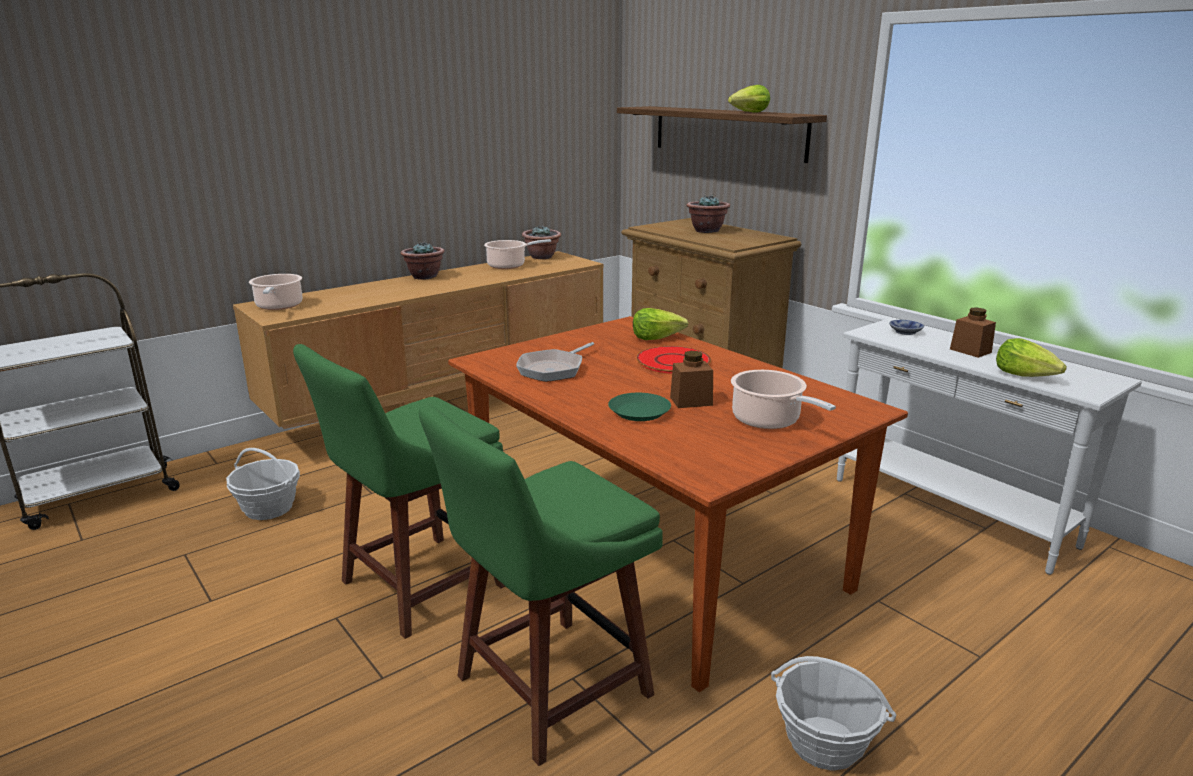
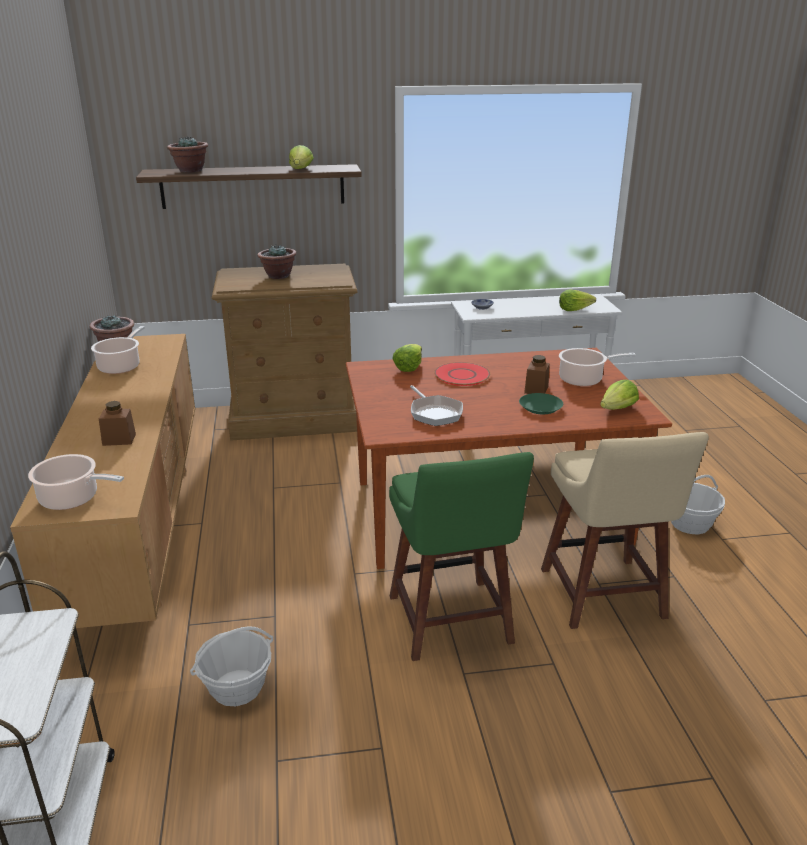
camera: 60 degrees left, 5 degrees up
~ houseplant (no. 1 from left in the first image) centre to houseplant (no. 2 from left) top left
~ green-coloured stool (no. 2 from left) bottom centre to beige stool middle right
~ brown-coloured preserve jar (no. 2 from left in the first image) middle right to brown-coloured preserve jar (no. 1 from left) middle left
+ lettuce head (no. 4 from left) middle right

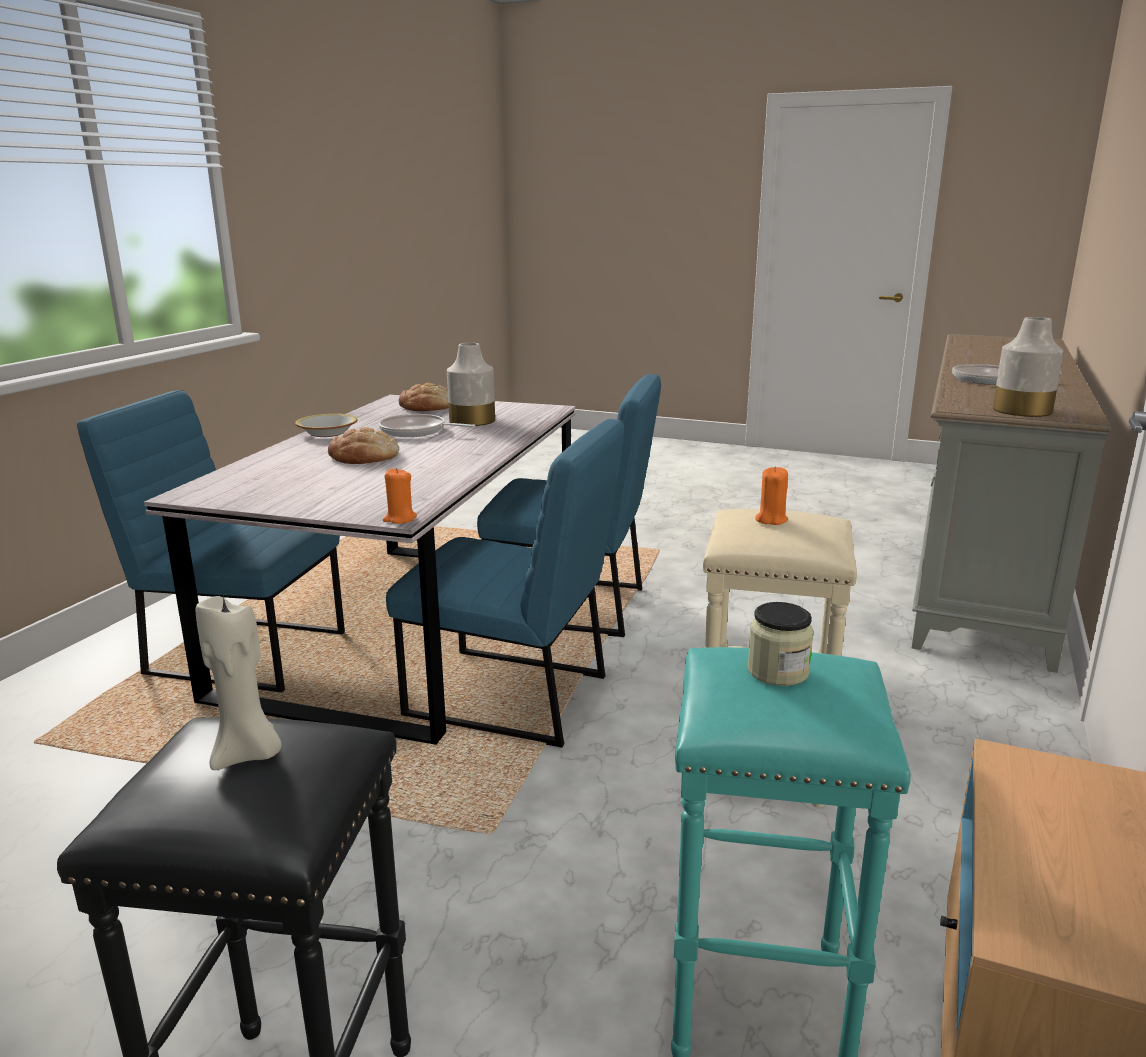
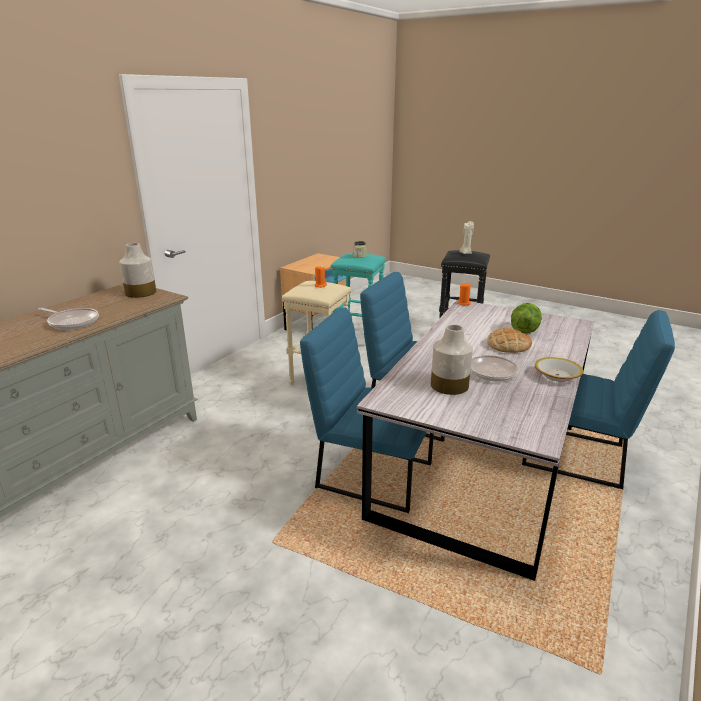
camera: 170 degrees left, 5 degrees up
- bakery bread (no. 2 from left) centre
+ lettuce head middle right

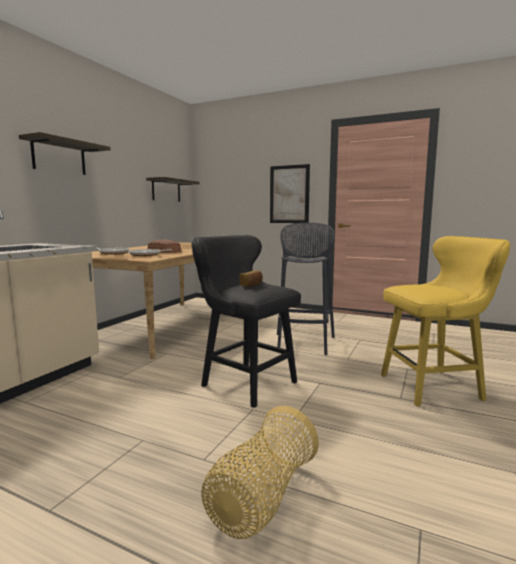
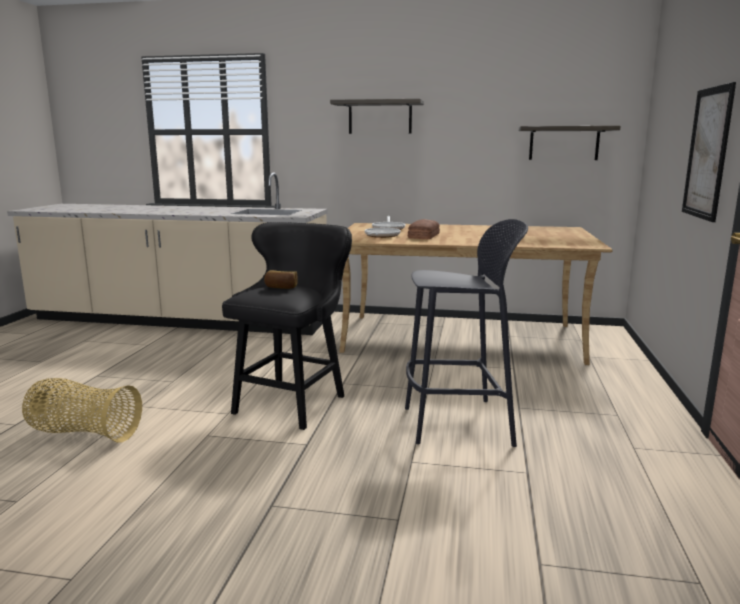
camera: 75 degrees right, 5 degrees up
- yellow stool middle right

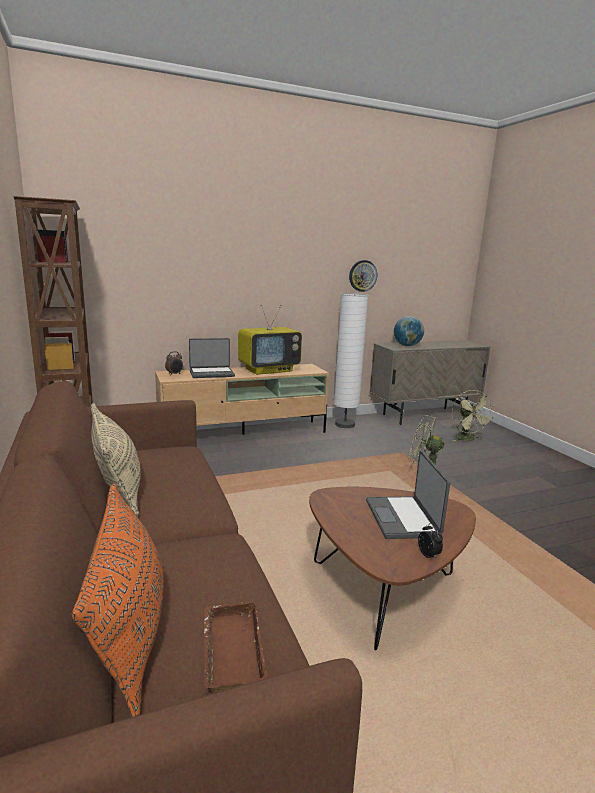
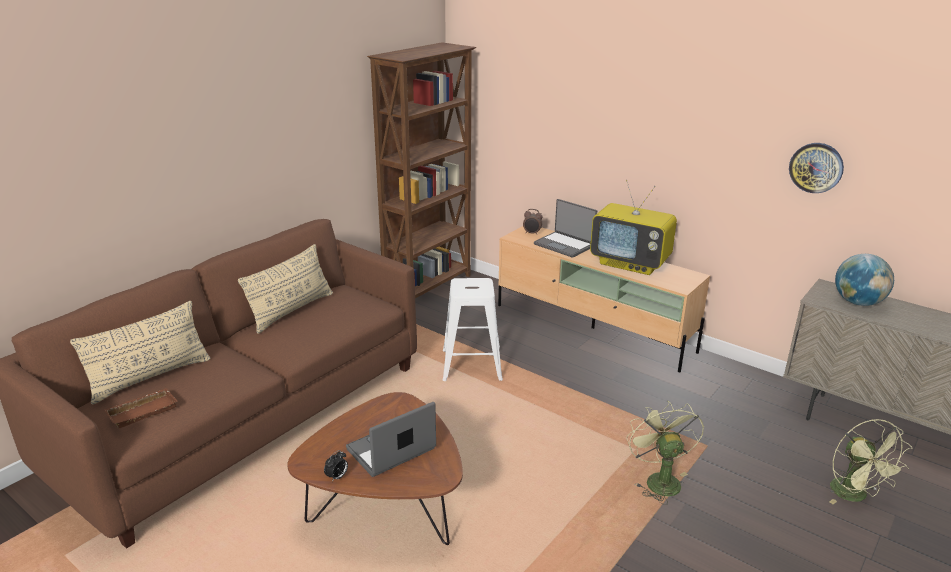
camera: 60 degrees right, 10 degrees up
~ orangey cushion bottom left to beige cushion (no. 1 from left) middle left
- white-coloured standing lamp centre
~ green-coloured cooling fan (no. 2 from left) middle right = bottom right 60 degrees counterclockwise
+ white-coloured stool centre

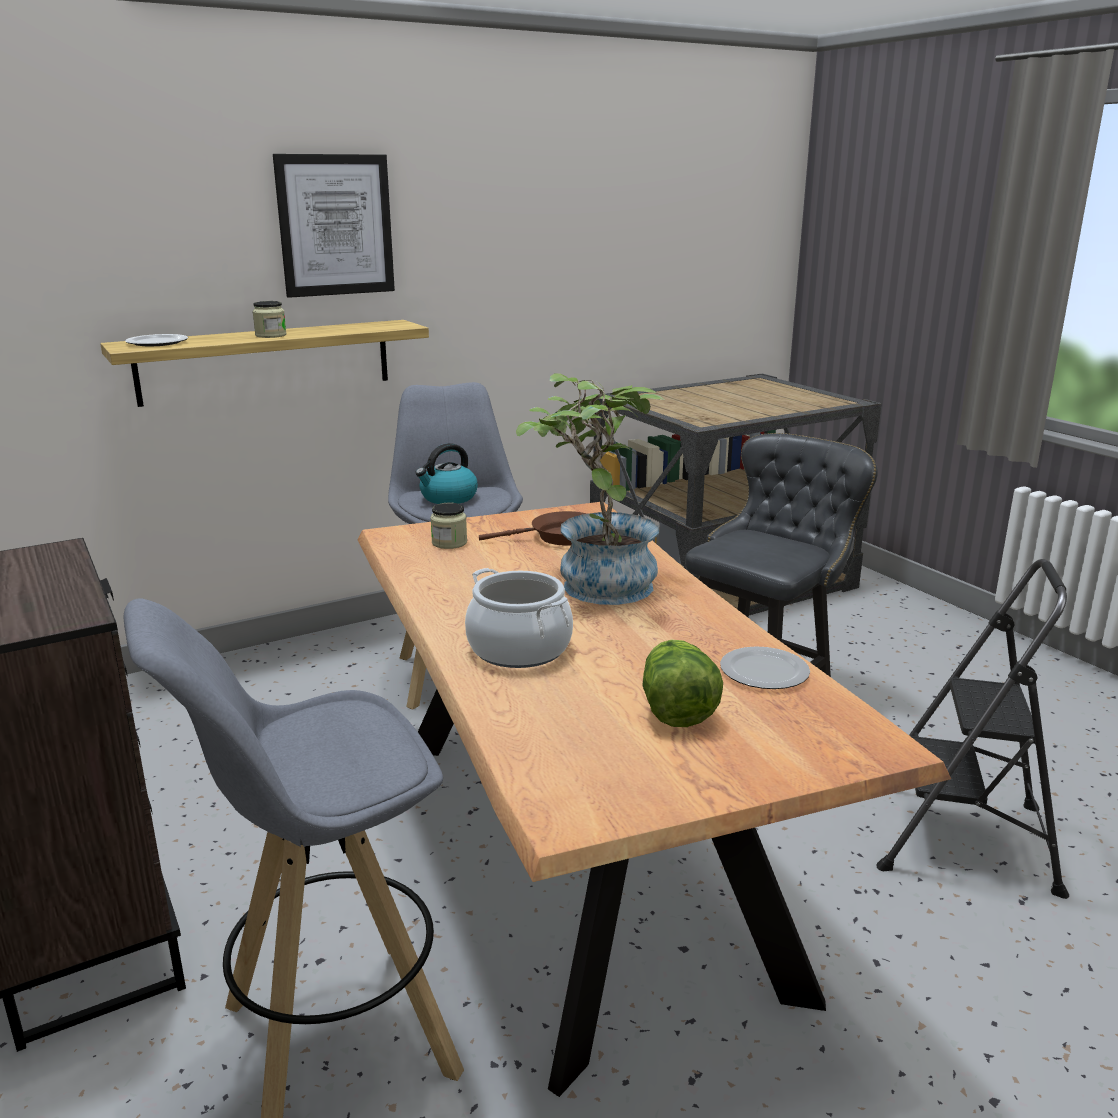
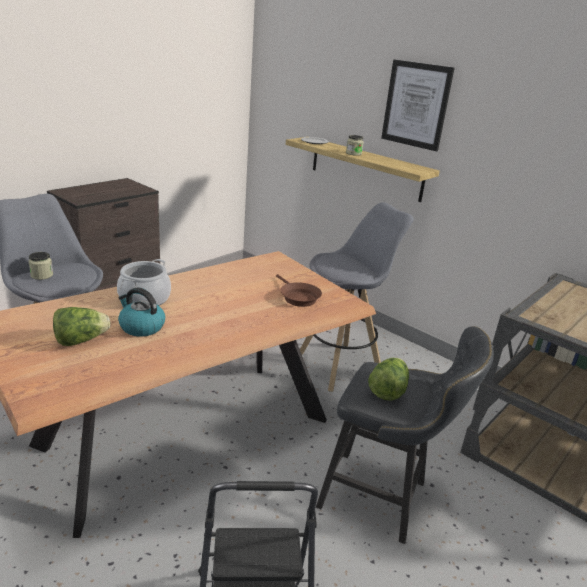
camera: 70 degrees right, 5 degrees up
~ tea kettle centre to middle left
~ preserve jar (no. 2 from left in the first image) centre to preserve jar (no. 1 from left) middle left
- houseplant centre
- dinner plate (no. 2 from left) middle right
+ lettuce head (no. 2 from left) centre

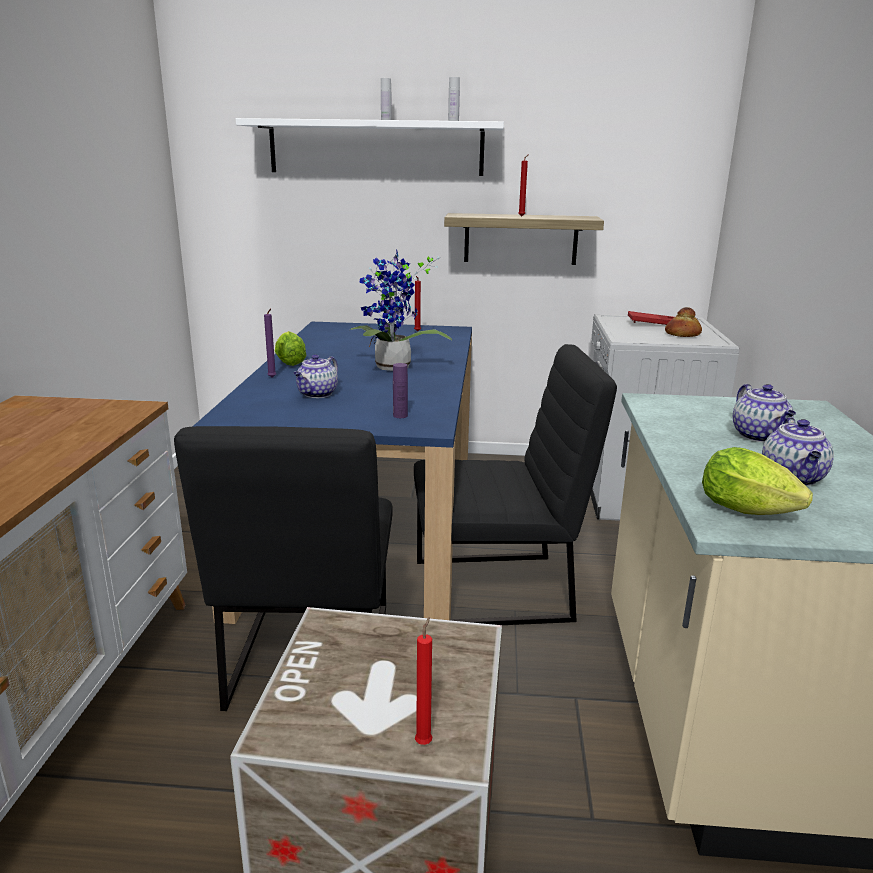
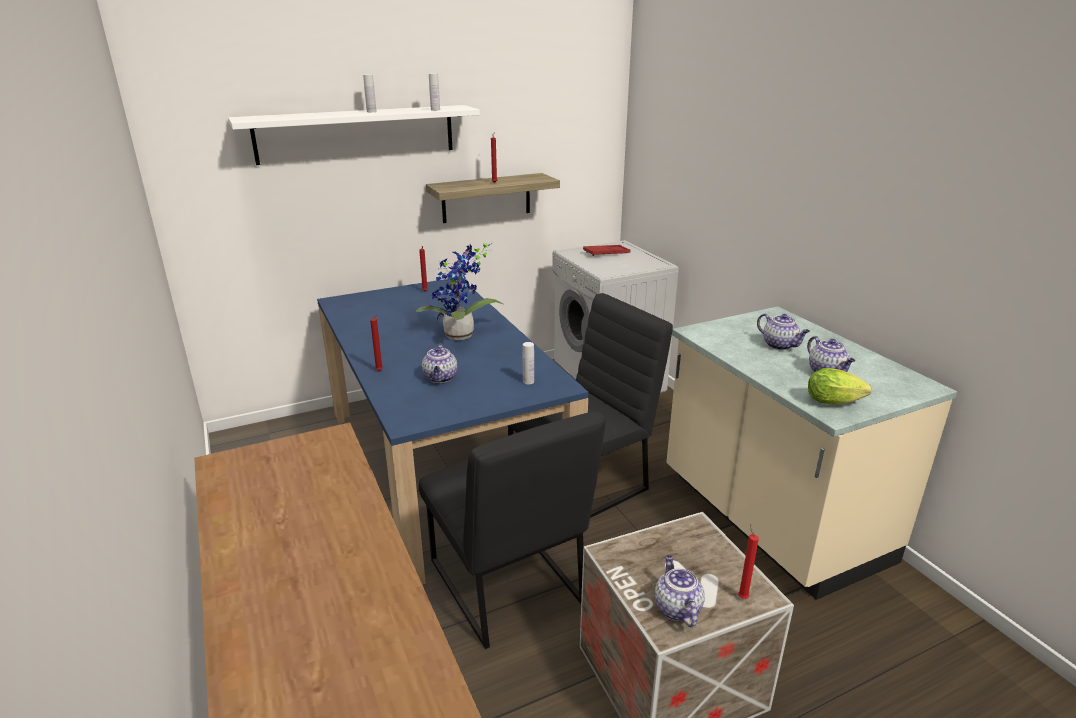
camera: 30 degrees left, 5 degrees up
~ purple wax light middle left to red wax light (no. 1 from left) centre
- lettuce head (no. 1 from left) centre
~ purple beverage bottle centre to white-coloured beverage bottle (no. 3 from left) centre
- bakery bread middle right
+ tea pot (no. 2 from left) bottom centre

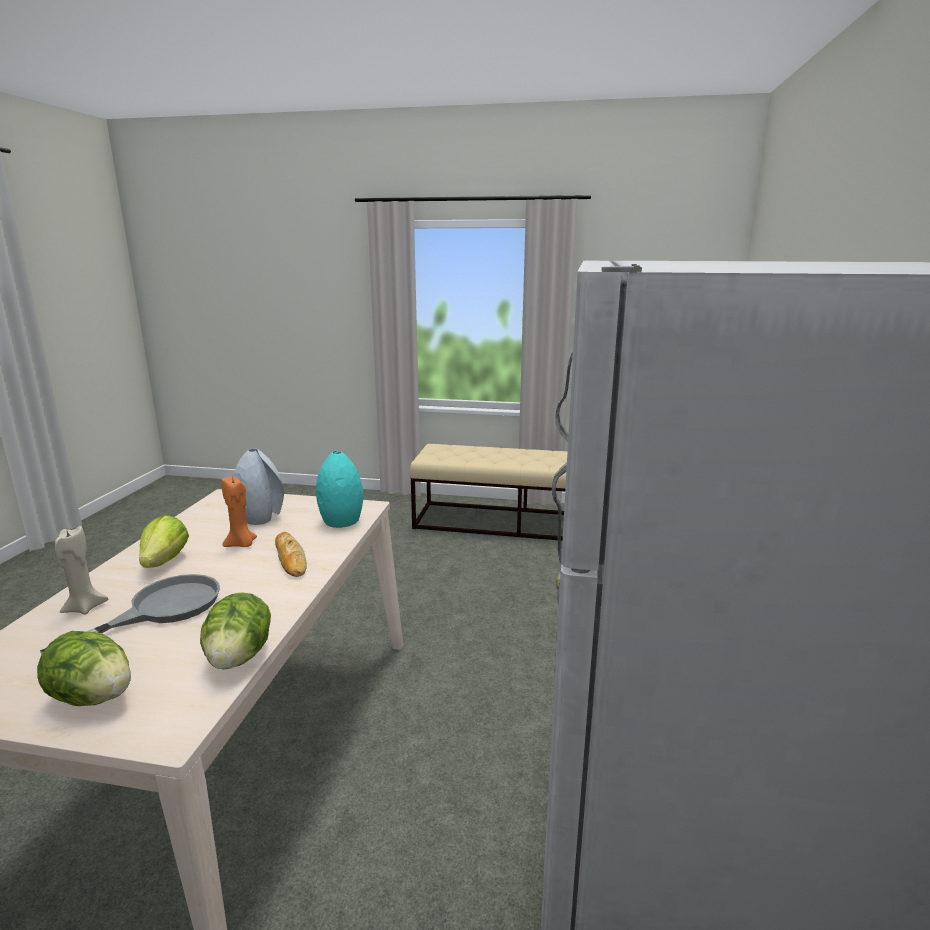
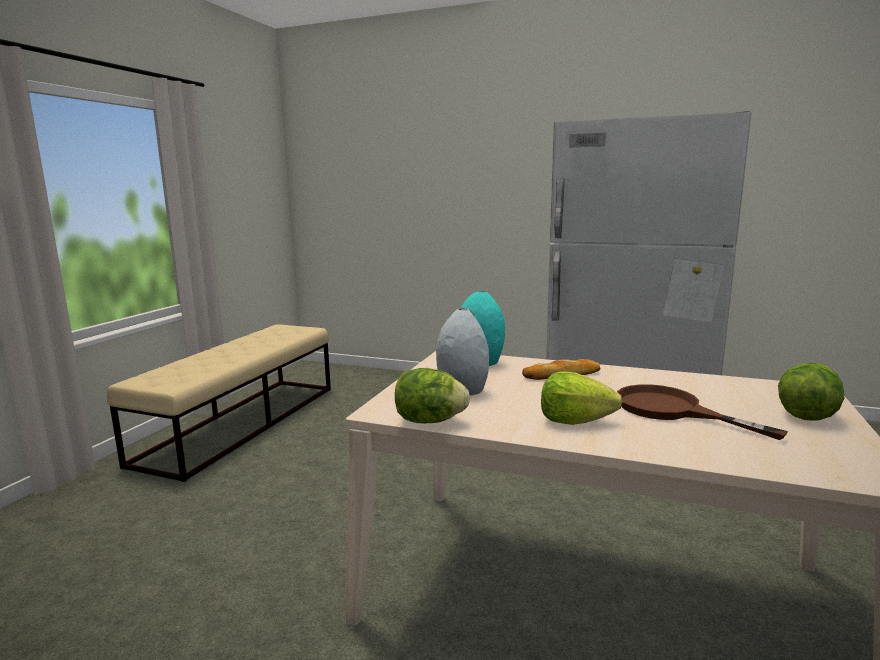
camera: 80 degrees left, 5 degrees down
~ gray skillet middle left to brown-coloured skillet middle right
- beige wax light middle left
~ lettuce head (no. 3 from left in the first image) bottom left to lettuce head (no. 1 from left) centre
- orangey wax light middle left

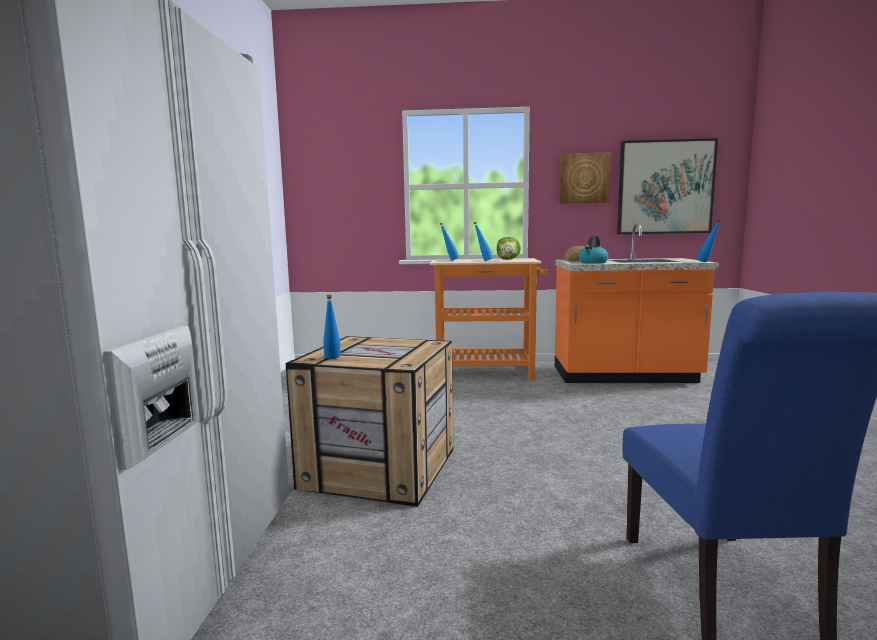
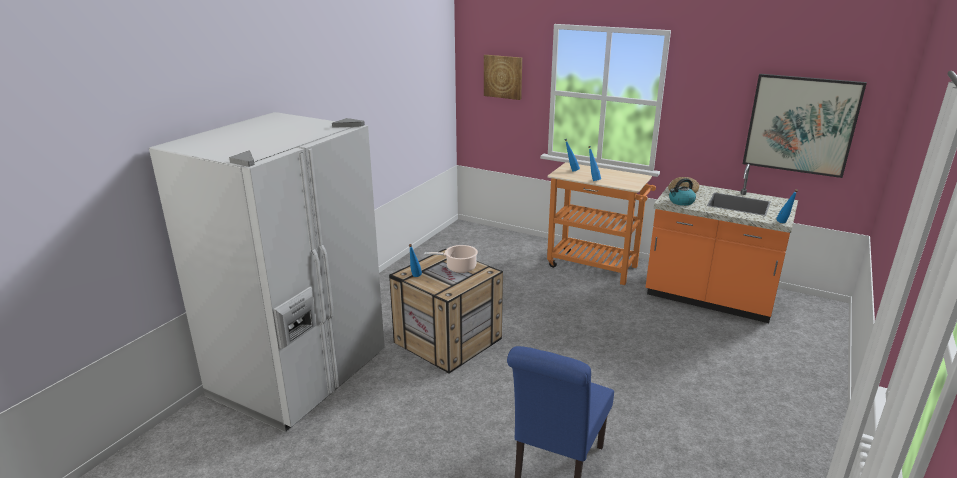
camera: 25 degrees right, 15 degrees up
- lettuce head centre
~ picture (no. 1 from left) top right to top centre
+ saucepot centre

